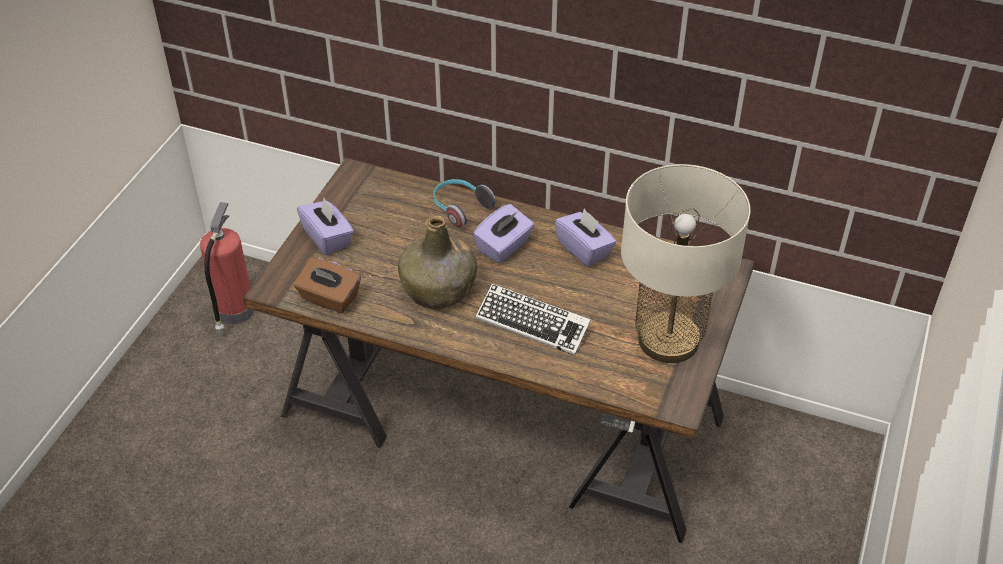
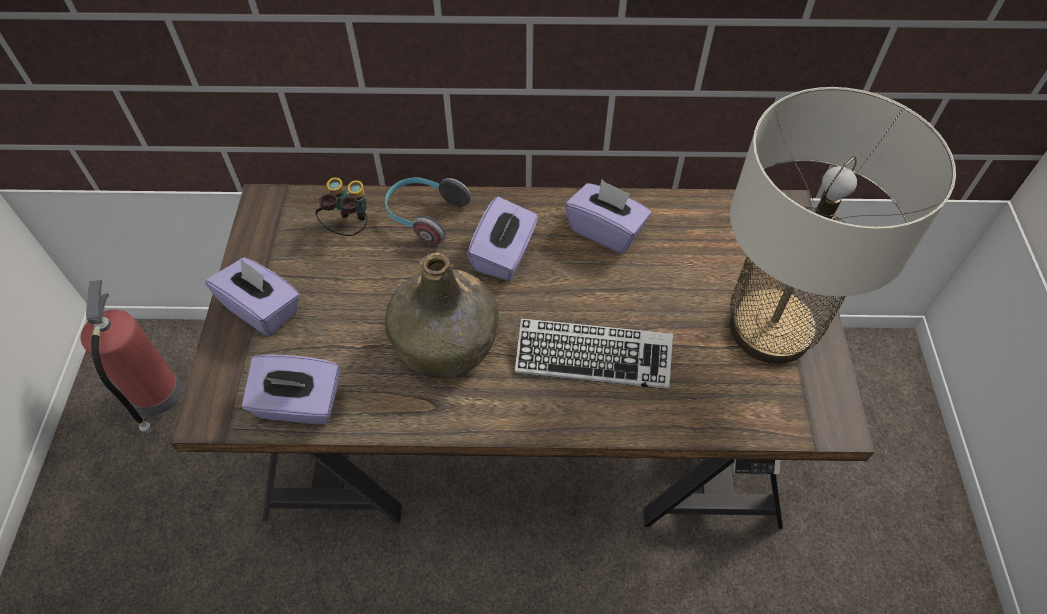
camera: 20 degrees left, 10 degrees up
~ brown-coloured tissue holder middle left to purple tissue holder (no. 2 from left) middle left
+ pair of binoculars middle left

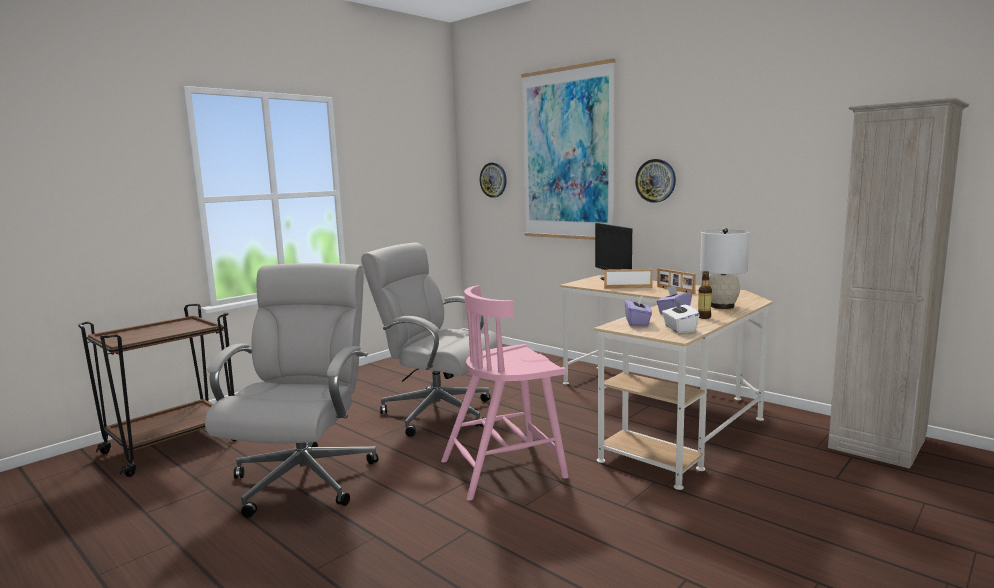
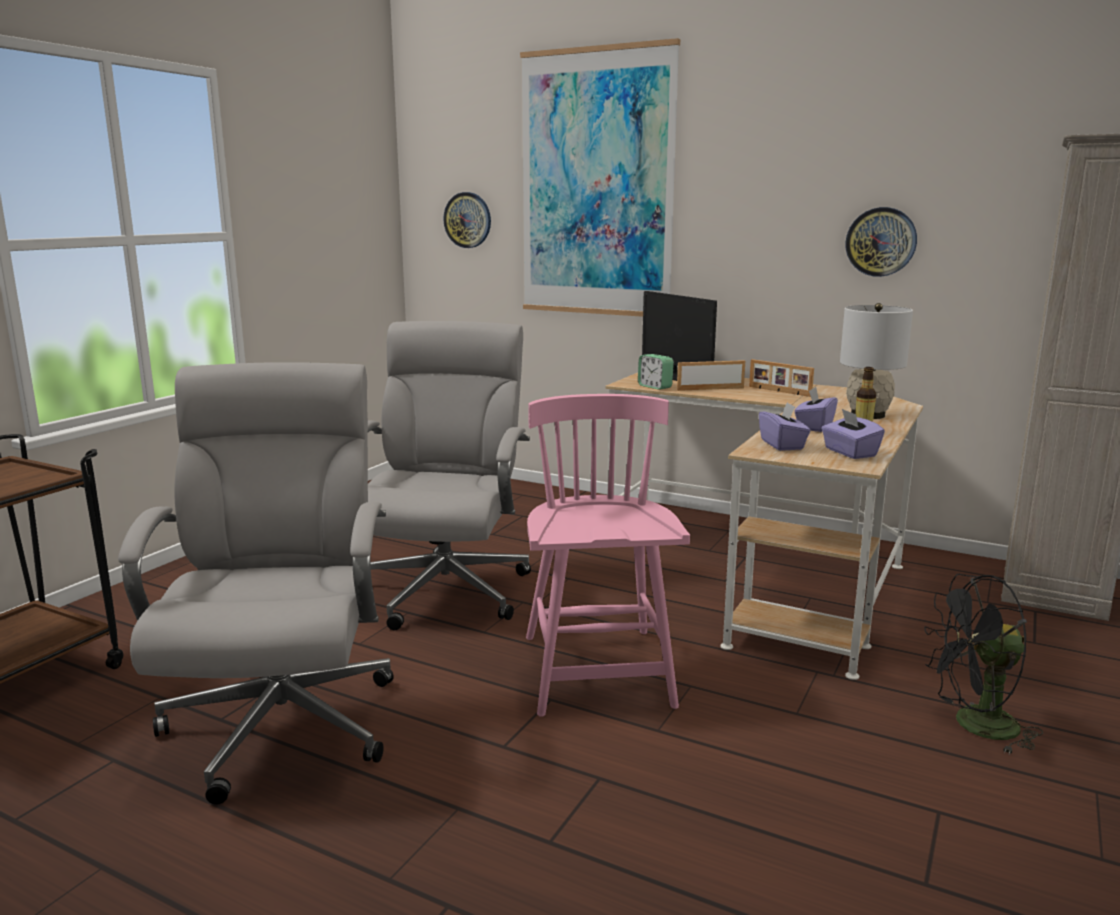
camera: 15 degrees left, 5 degrees up
~ gray office chair (no. 2 from left) centre = centre 90 degrees clockwise
~ pinkish chair bottom centre = centre 120 degrees clockwise
~ wall clock (no. 2 from left) top centre to top right
~ white-coloured tissue holder middle right to purple tissue holder (no. 3 from left) middle right
+ table clock centre
+ black cooling fan bottom right

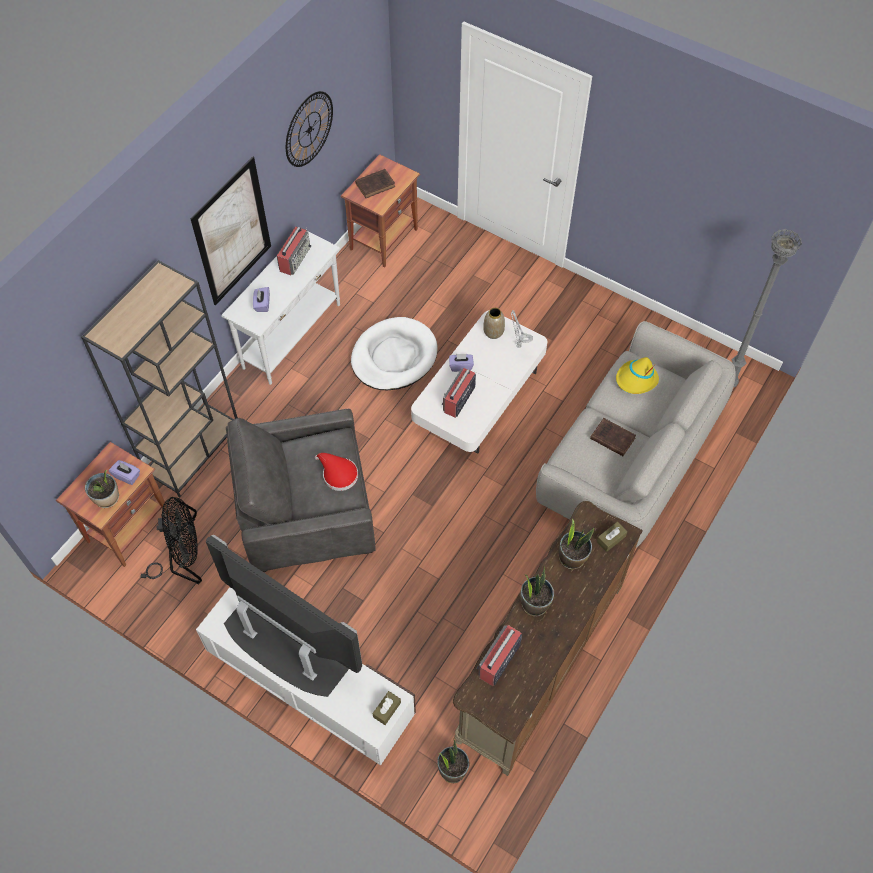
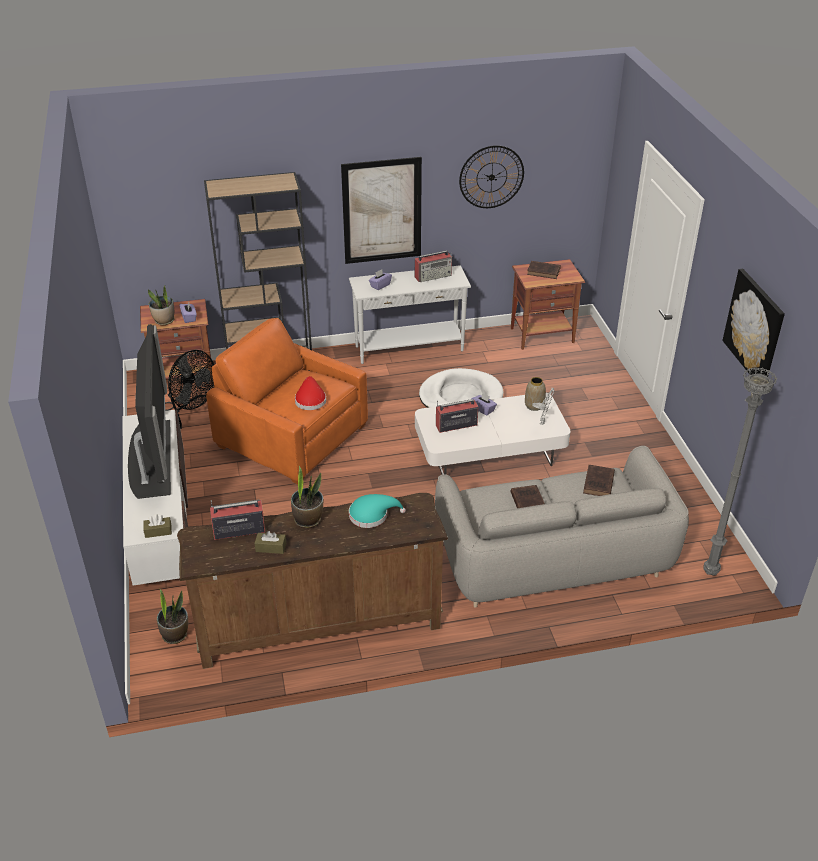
camera: 45 degrees right, 20 degrees down
~ gray lounge chair centre to orangey lounge chair centre
~ houseplant (no. 4 from left) centre to turquoise-coloured hat centre
~ brown-coloured tissue holder (no. 2 from left) middle right to middle left
~ yellow hat middle right to brown-coloured bound book (no. 3 from left) middle right
+ picture (no. 2 from left) middle right

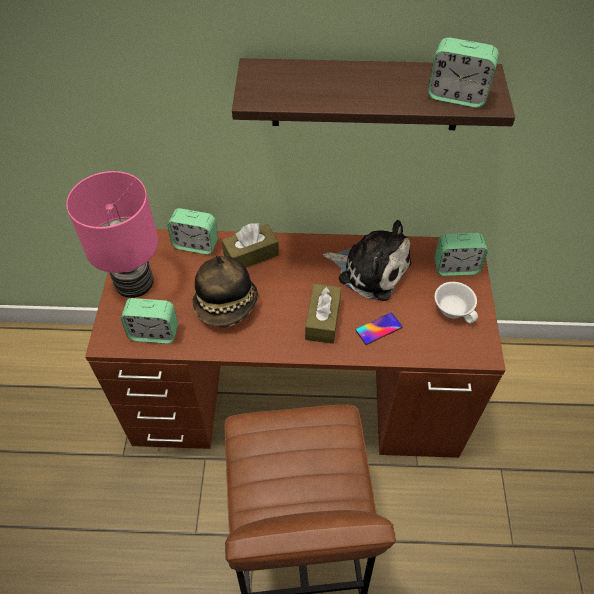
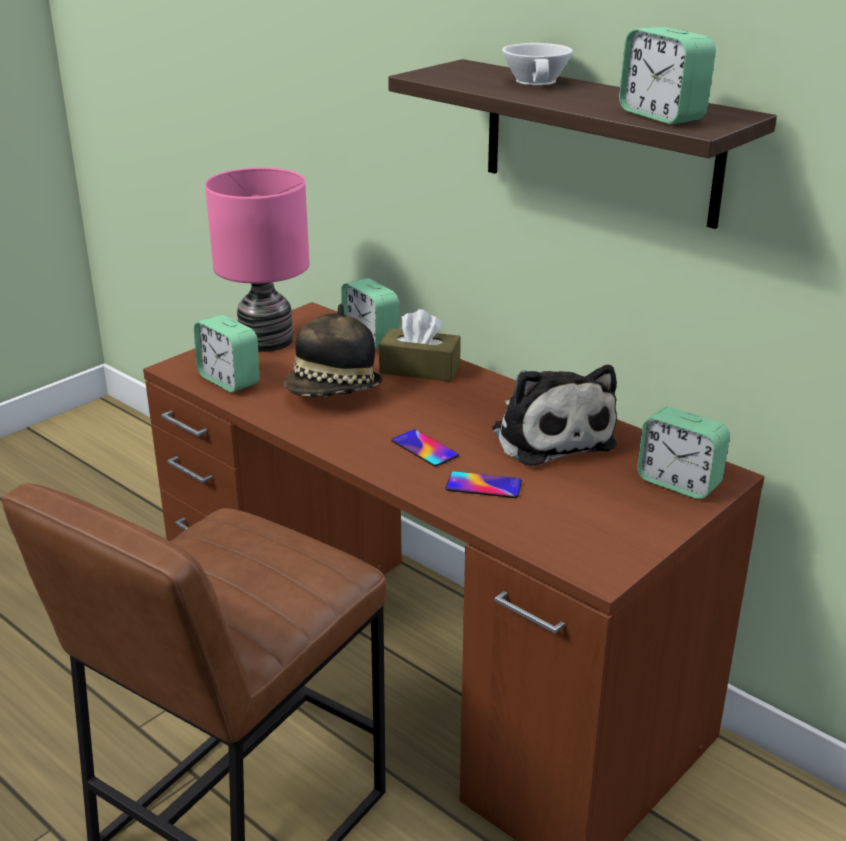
camera: 40 degrees right, 25 degrees down
~ brown-coloured tissue holder (no. 2 from left) centre to phone (no. 1 from left) centre
~ white-coloured drinking cup middle right to top centre

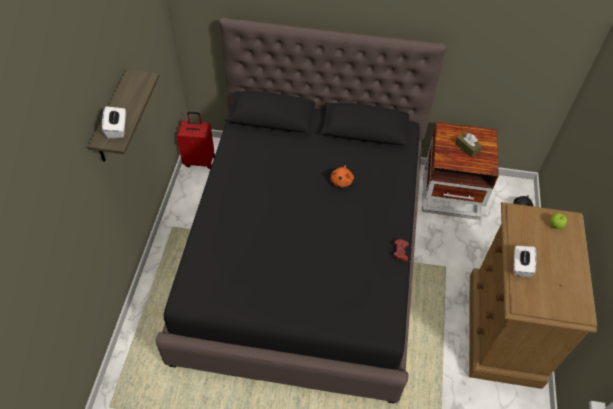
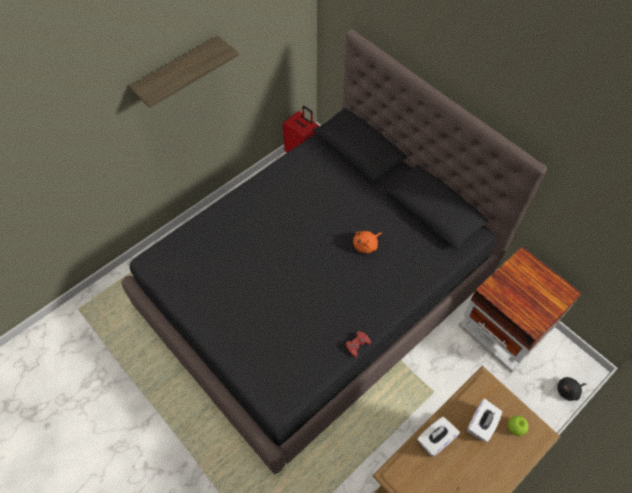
camera: 40 degrees right, 5 degrees up
~ white-coloured tissue holder (no. 1 from left in the first image) top left to white-coloured tissue holder (no. 2 from left) bottom right
- brown-coloured tissue holder middle right

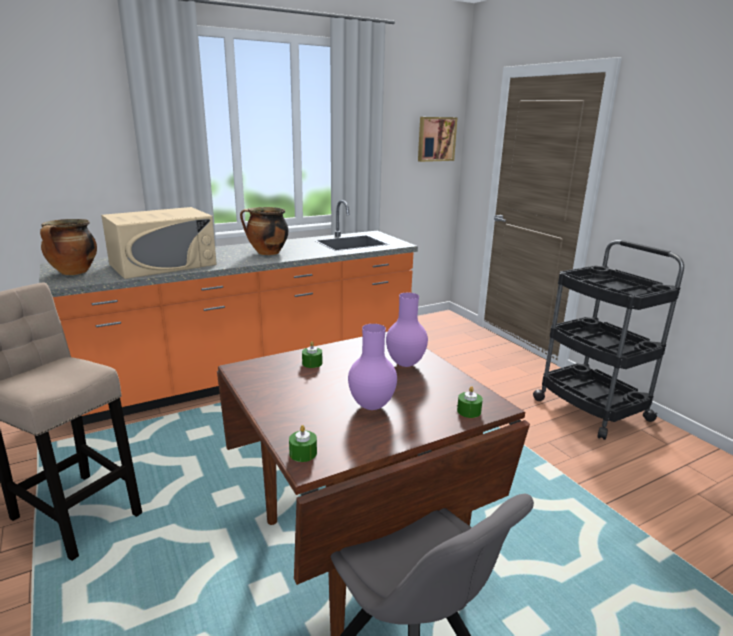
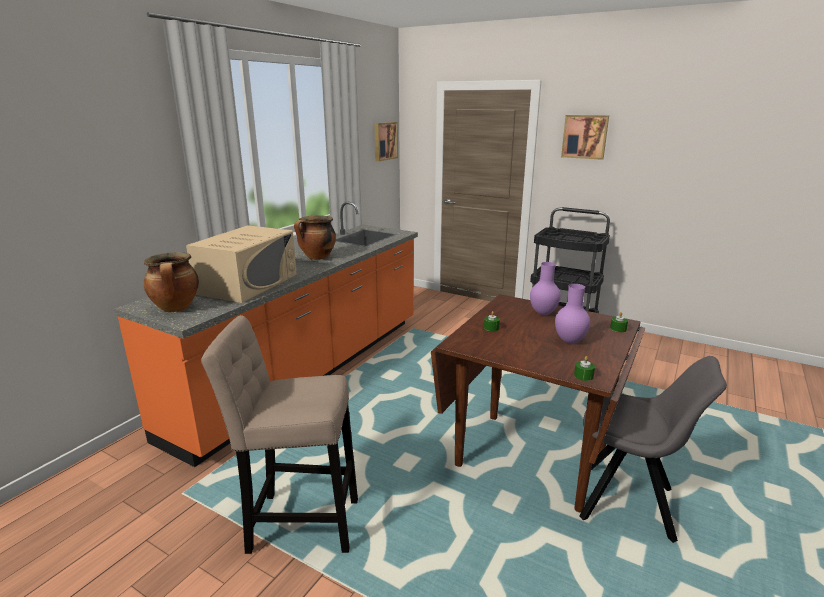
camera: 30 degrees left, 0 degrees up
+ picture (no. 2 from left) top right

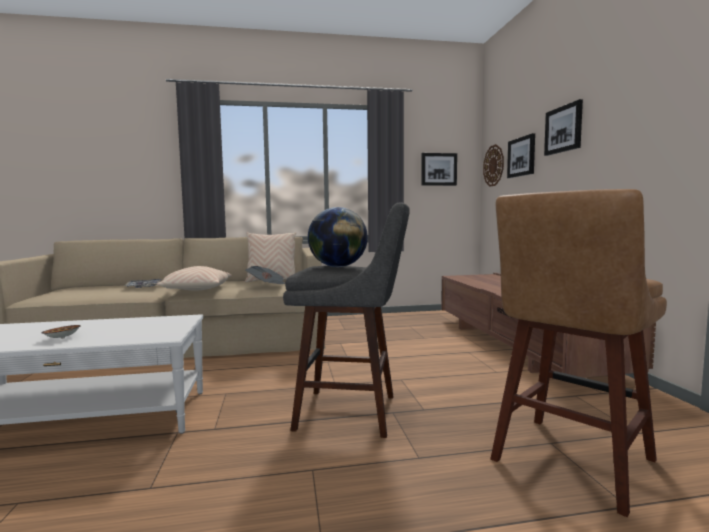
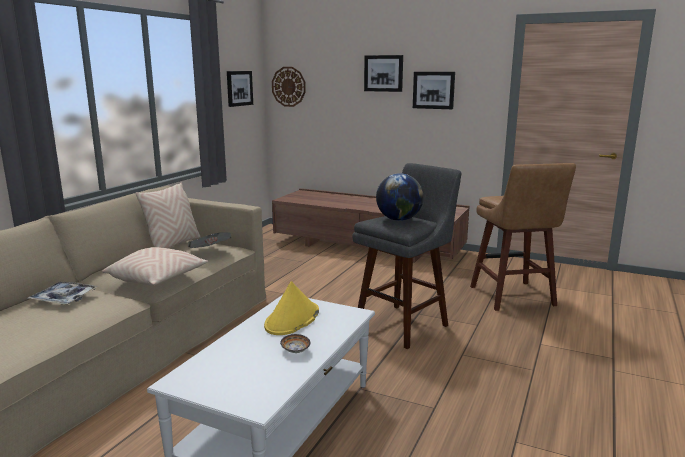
camera: 55 degrees left, 10 degrees up
~ picture (no. 2 from left in the first image) top right to picture (no. 3 from left) top centre
+ yellow hat bottom centre

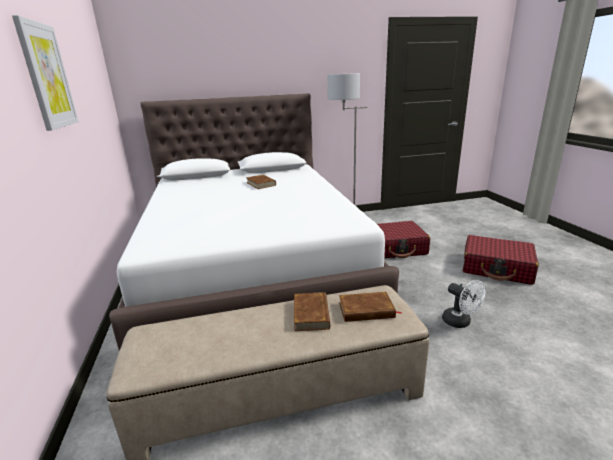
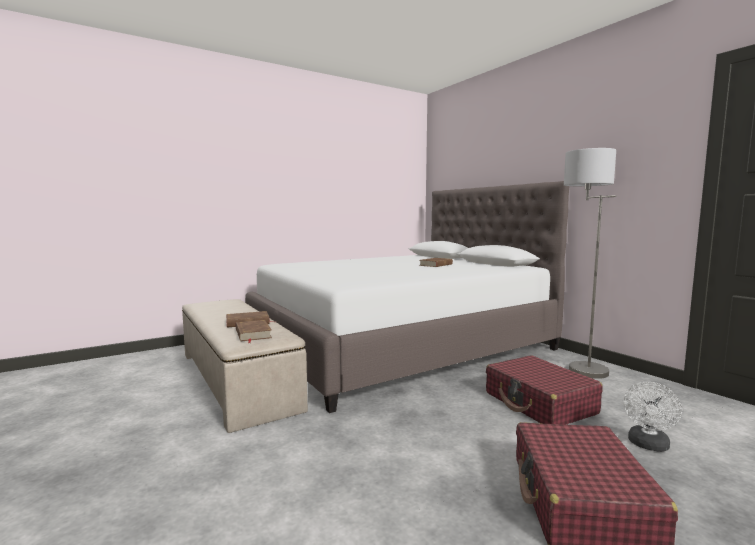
camera: 70 degrees right, 15 degrees down
- picture top left
~ white-coloured cooling fan middle right to bottom right

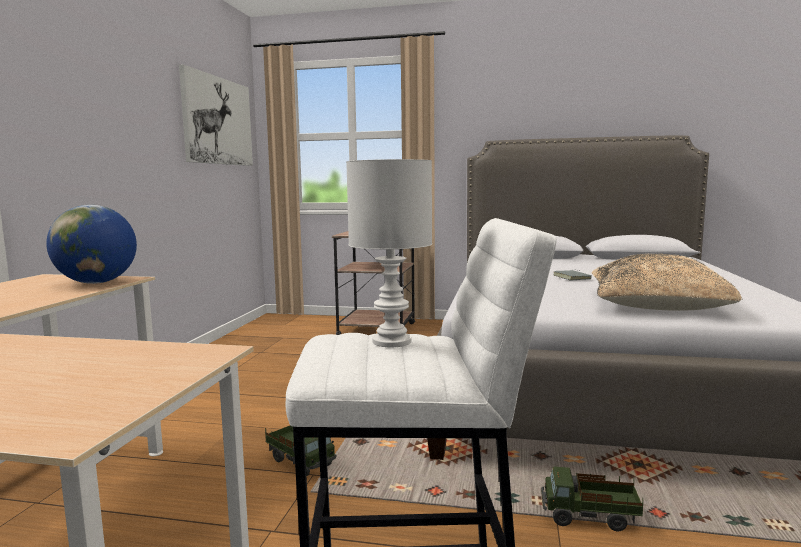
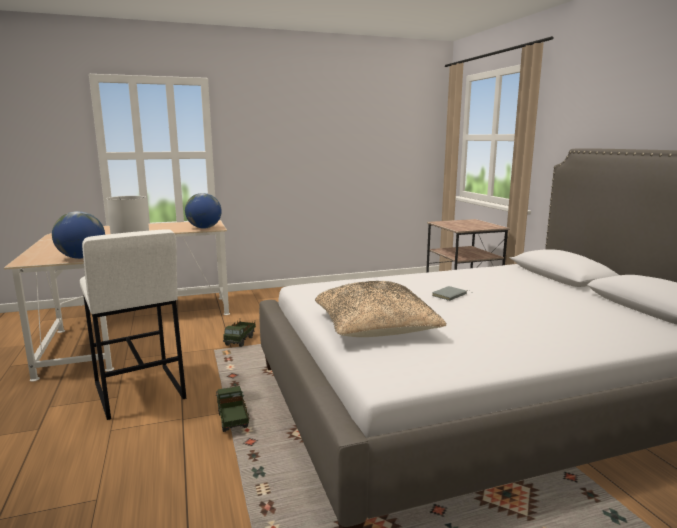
camera: 60 degrees right, 5 degrees up
- picture top left
+ globe (no. 1 from left) middle left

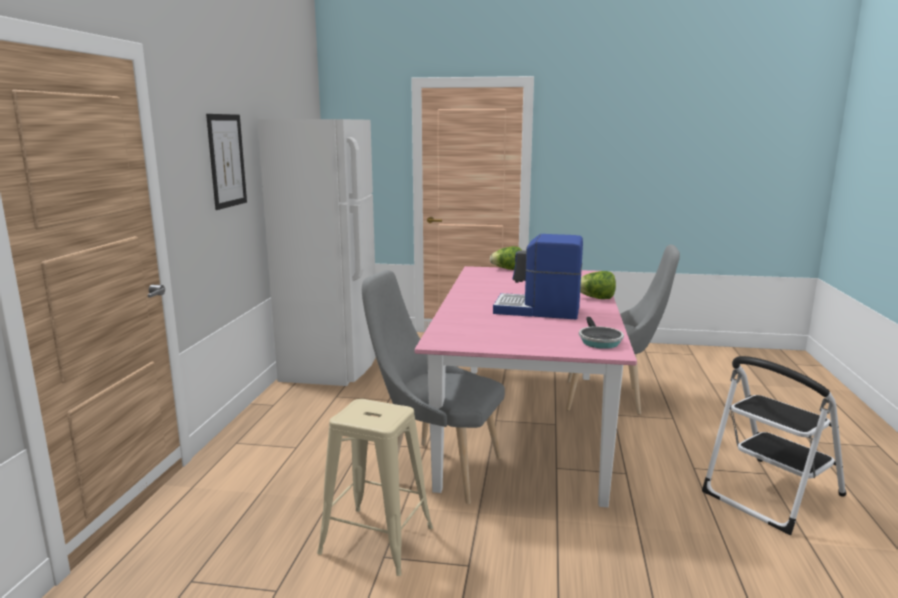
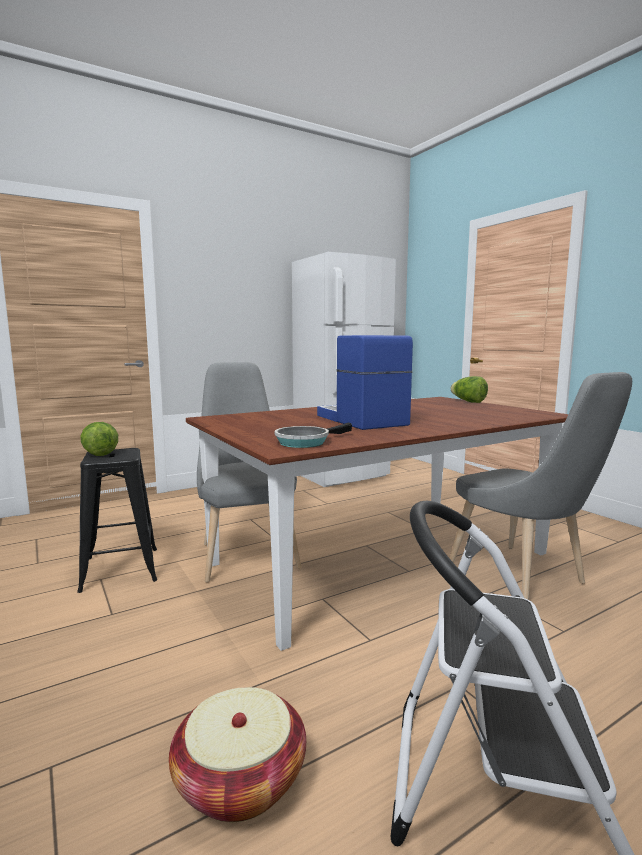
camera: 50 degrees right, 5 degrees down
- picture top left
~ beige stool bottom centre to black stool middle left
~ pinkish dining table centre to brown-coloured dining table centre
~ lettuce head (no. 2 from left in the first image) centre to lettuce head (no. 1 from left) middle left
+ storage basket bottom centre

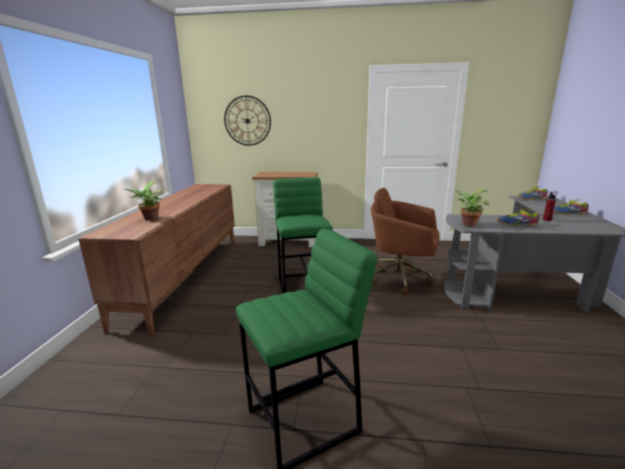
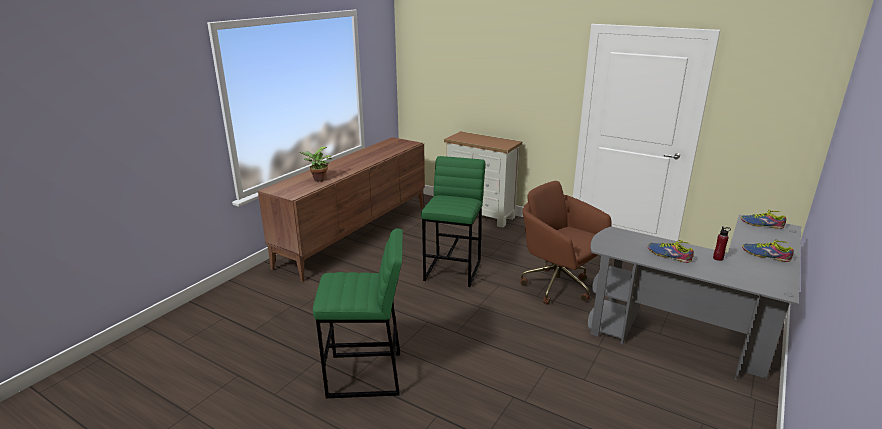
camera: 25 degrees right, 5 degrees up
- wall clock top centre
- houseplant (no. 2 from left) middle right

